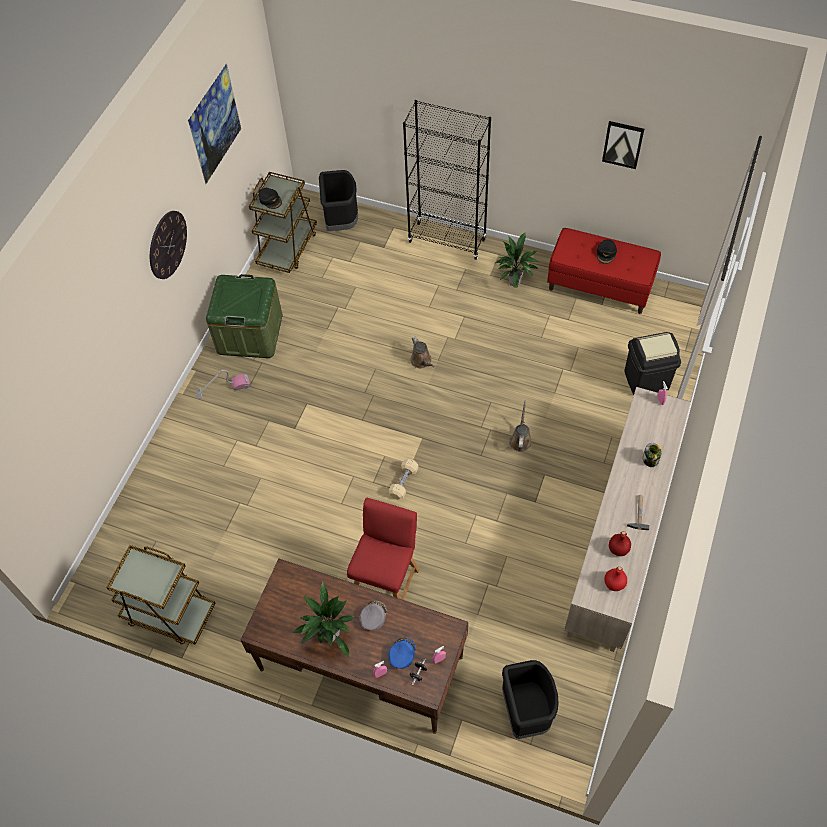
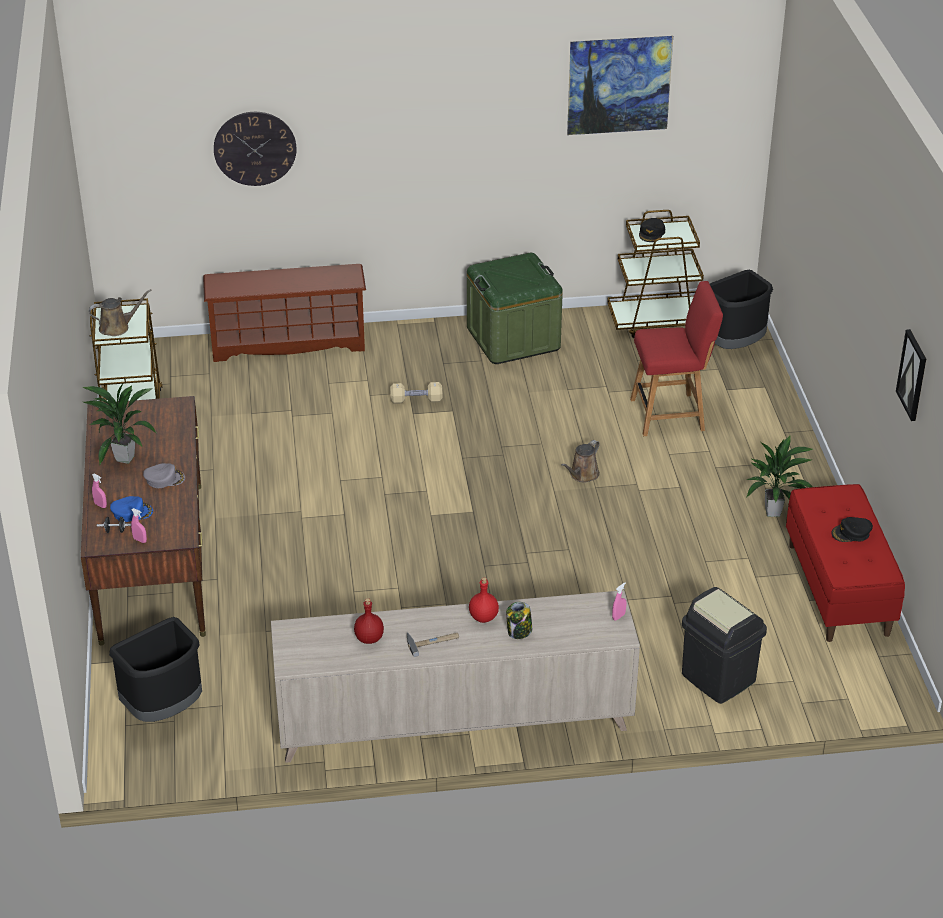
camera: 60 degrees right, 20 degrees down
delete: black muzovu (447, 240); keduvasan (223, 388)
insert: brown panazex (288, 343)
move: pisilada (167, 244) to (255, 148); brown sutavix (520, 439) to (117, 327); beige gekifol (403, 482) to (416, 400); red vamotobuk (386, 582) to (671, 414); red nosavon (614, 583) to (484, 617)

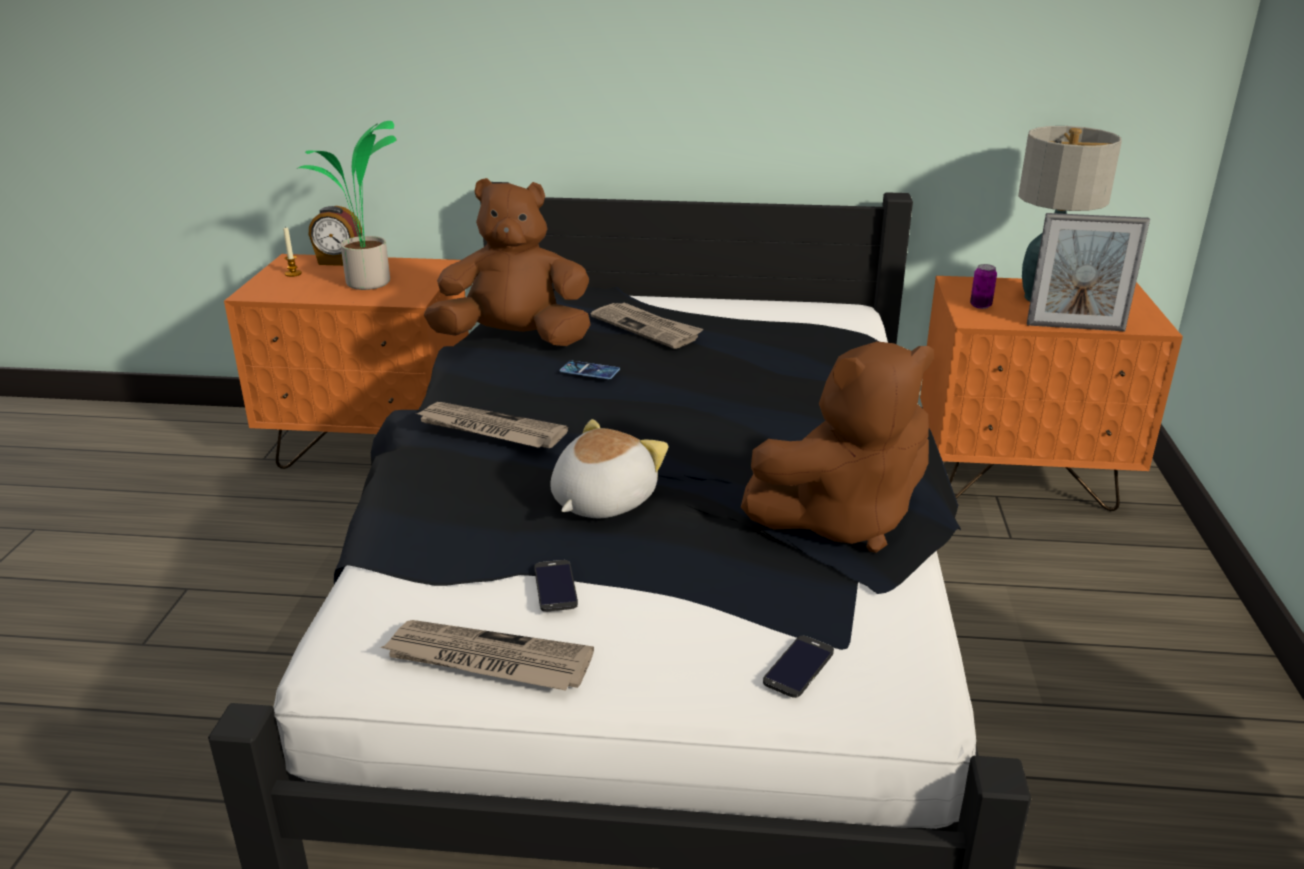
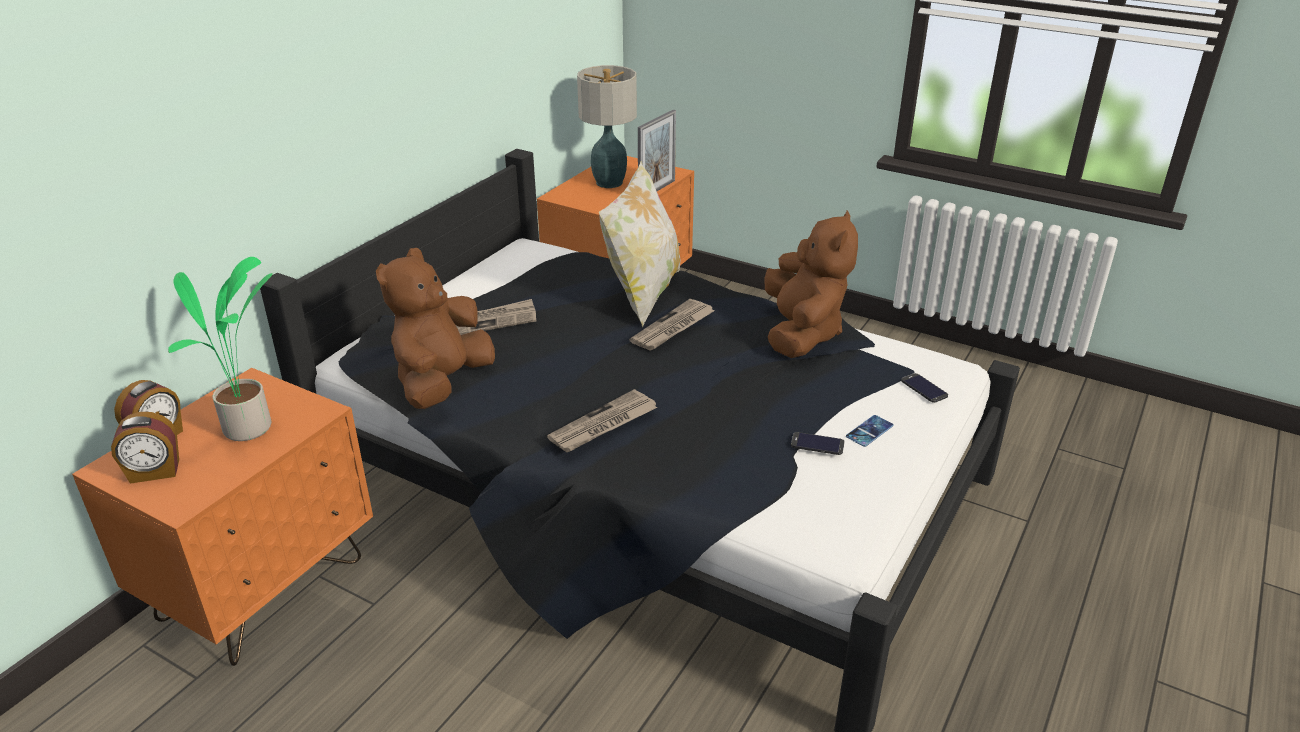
camera: 65 degrees left, 5 degrees up
delete: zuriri (980, 306); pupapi (601, 501)
insert: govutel (642, 294)
move: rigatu (589, 371) to (869, 431); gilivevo (487, 661) to (673, 328)
replace: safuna (293, 274) to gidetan (154, 472)

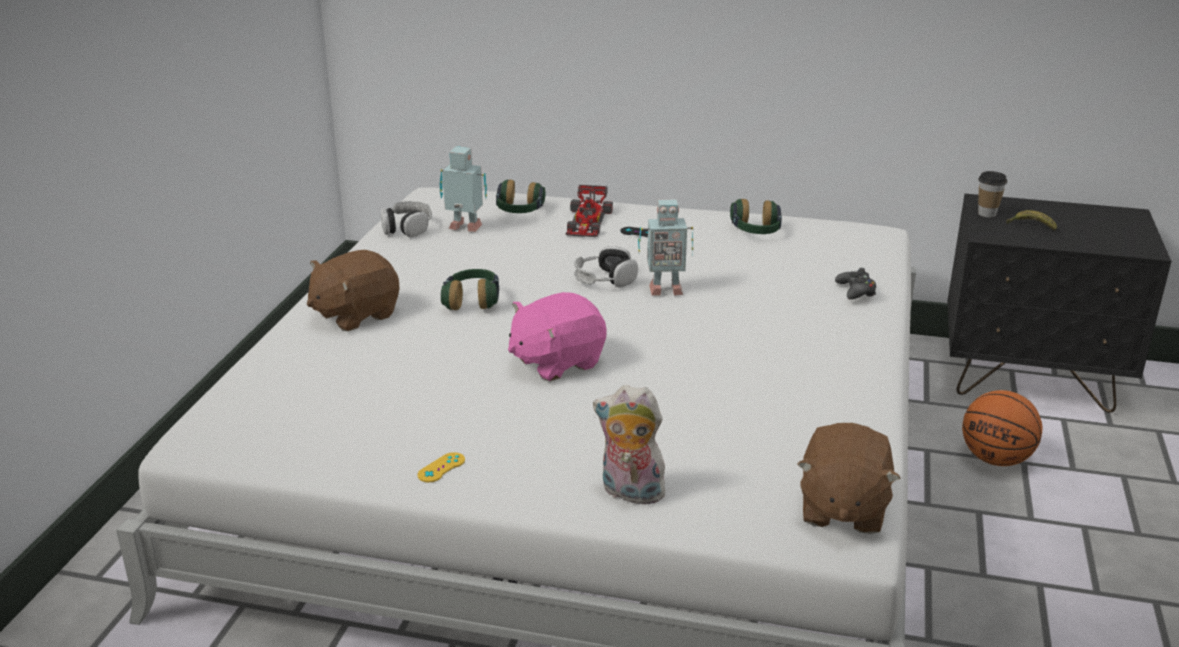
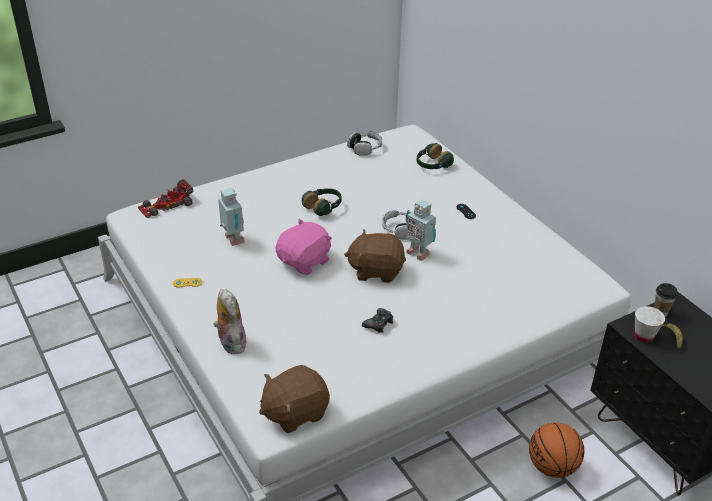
camera: 45 degrees right, 10 degrees up
delete: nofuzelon (756, 231)
insert: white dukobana (643, 336)
move: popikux (465, 229) to (233, 240); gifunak (587, 221) to (166, 204); brown pupapi (355, 314) to (376, 270); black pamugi (856, 291) to (378, 323)
rotate: pink pupapi (556, 362) = (305, 262) 120 degrees clockwise

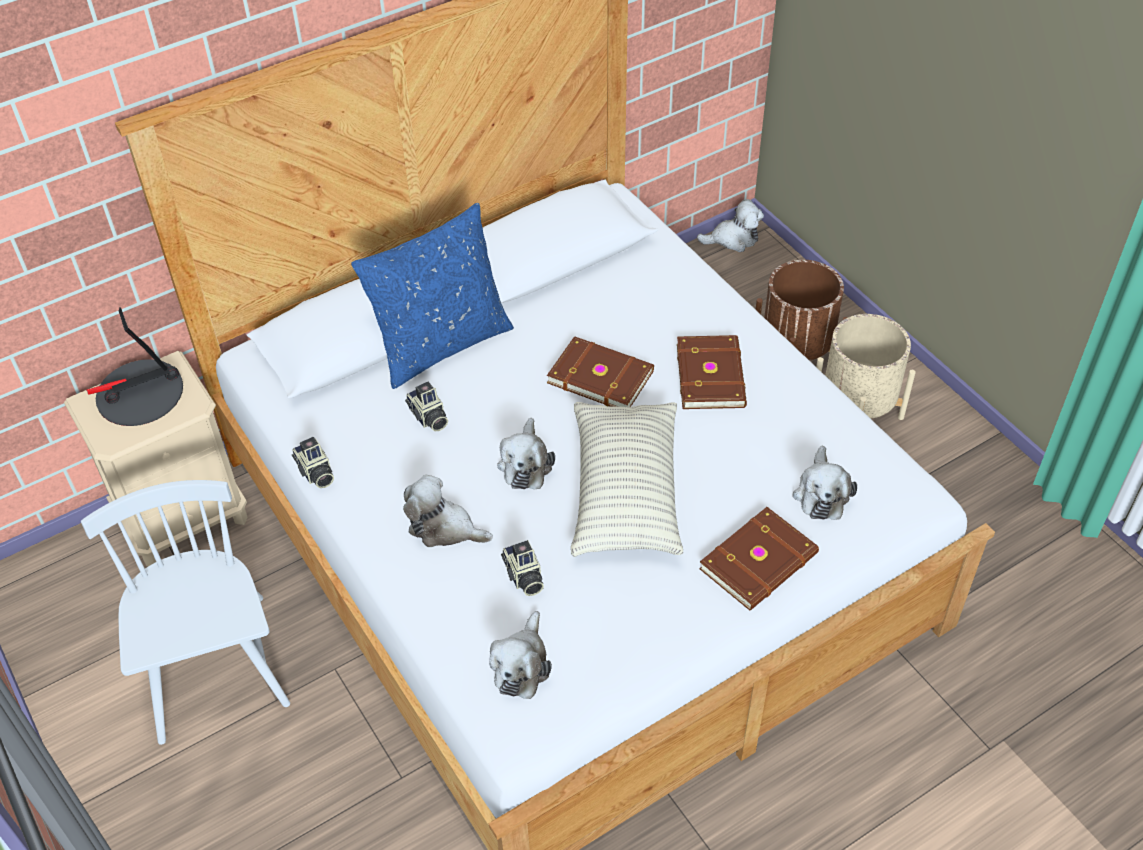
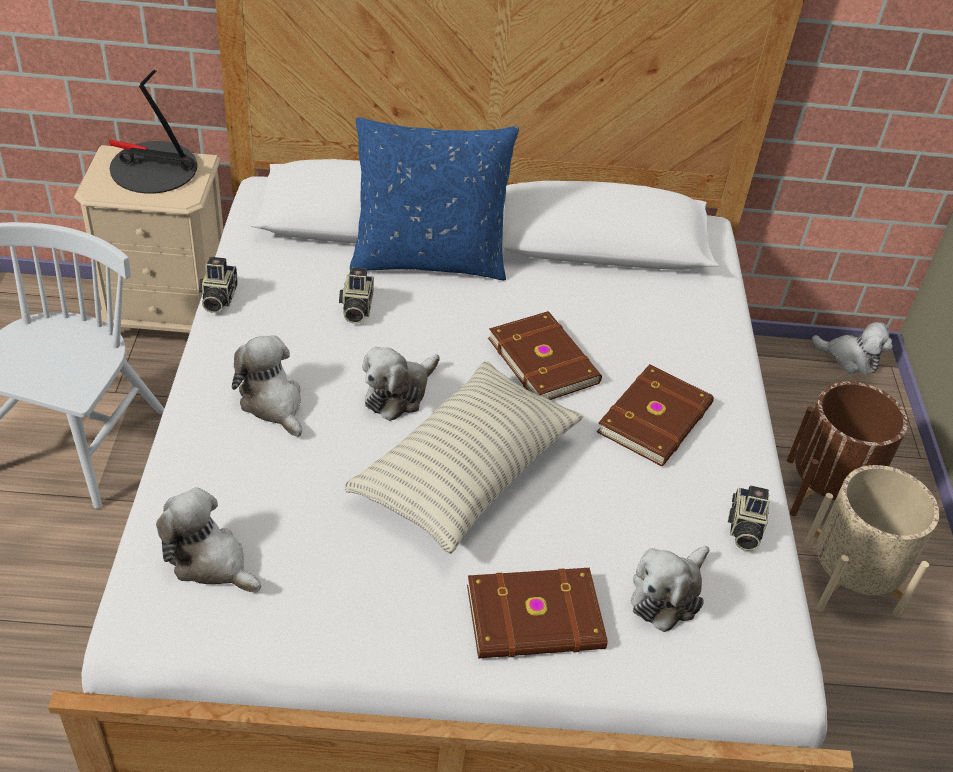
camera: 30 degrees right, 5 degrees down
move: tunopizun (523, 577) to (743, 529)
rotate: pupapi (521, 665) = (210, 561) 75 degrees clockwise

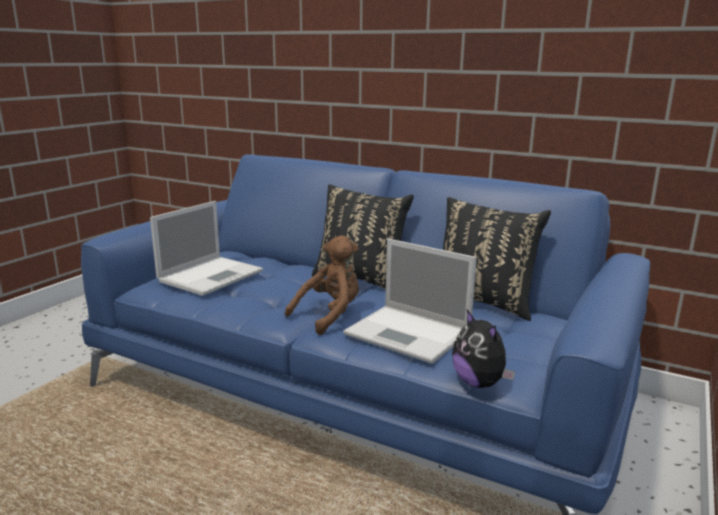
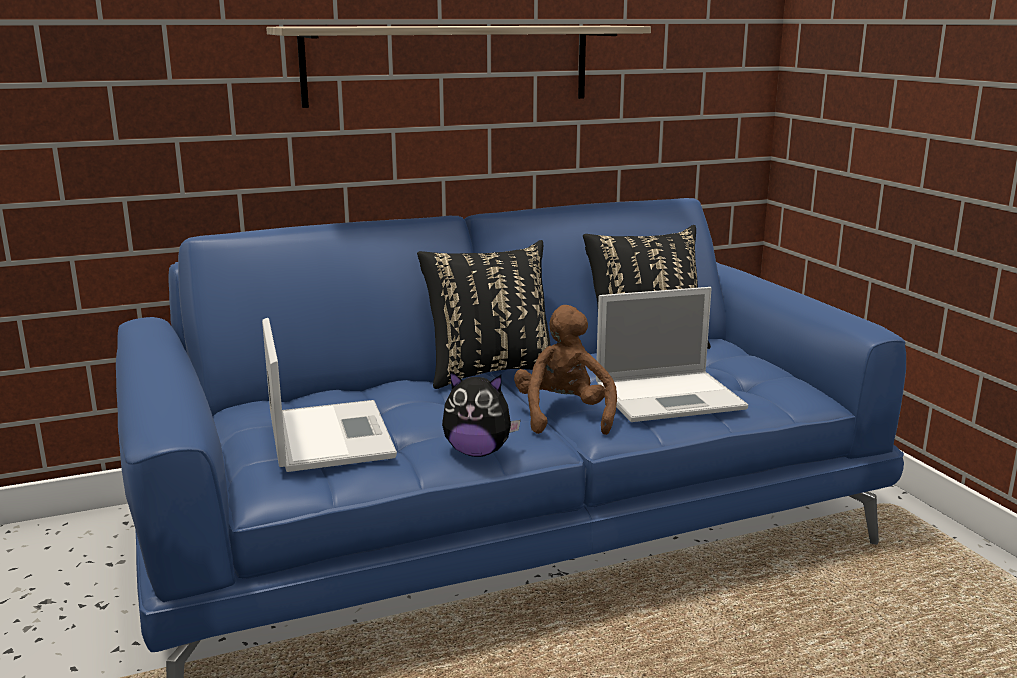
camera: 50 degrees left, 0 degrees up
insert: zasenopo (449, 64)
move: pupapi (479, 383) to (478, 452)

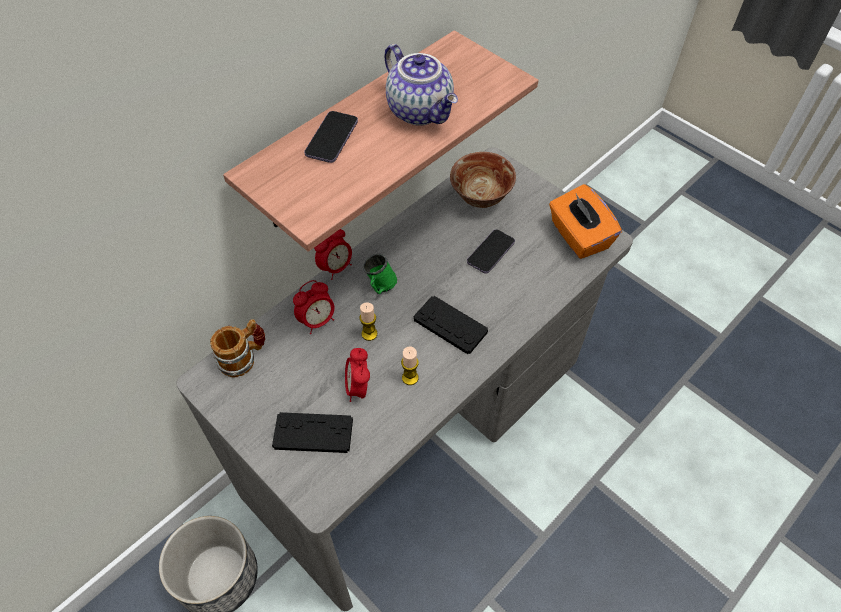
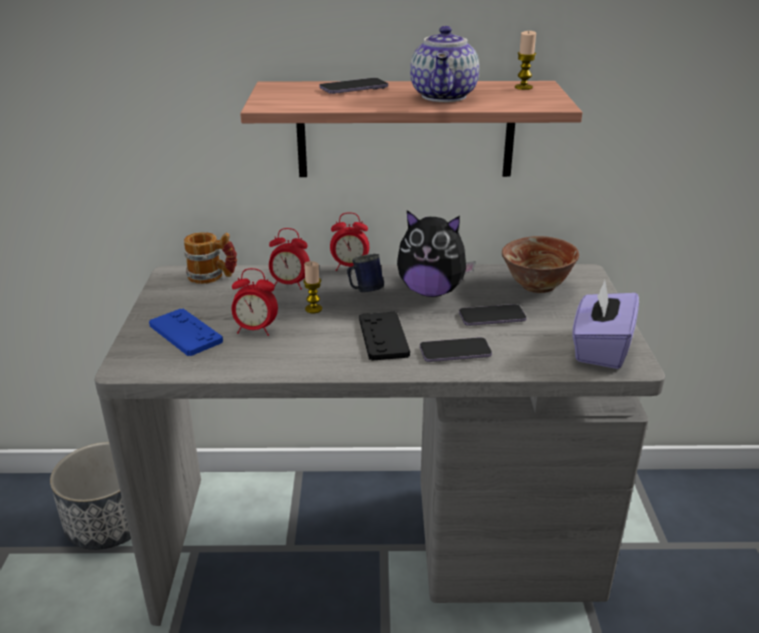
camera: 45 degrees right, 25 degrees down
insert: pupapi (431, 291); rigatu (455, 352)
move: safuna (410, 378) to (523, 87)
recolor: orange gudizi (578, 236) to purple gudizi (600, 348); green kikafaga (380, 287) to blue kikafaga (364, 291); black pamugi (313, 433) to blue pamugi (185, 333)
rotate: gidetan (358, 388) = (255, 330) 120 degrees counterclockwise

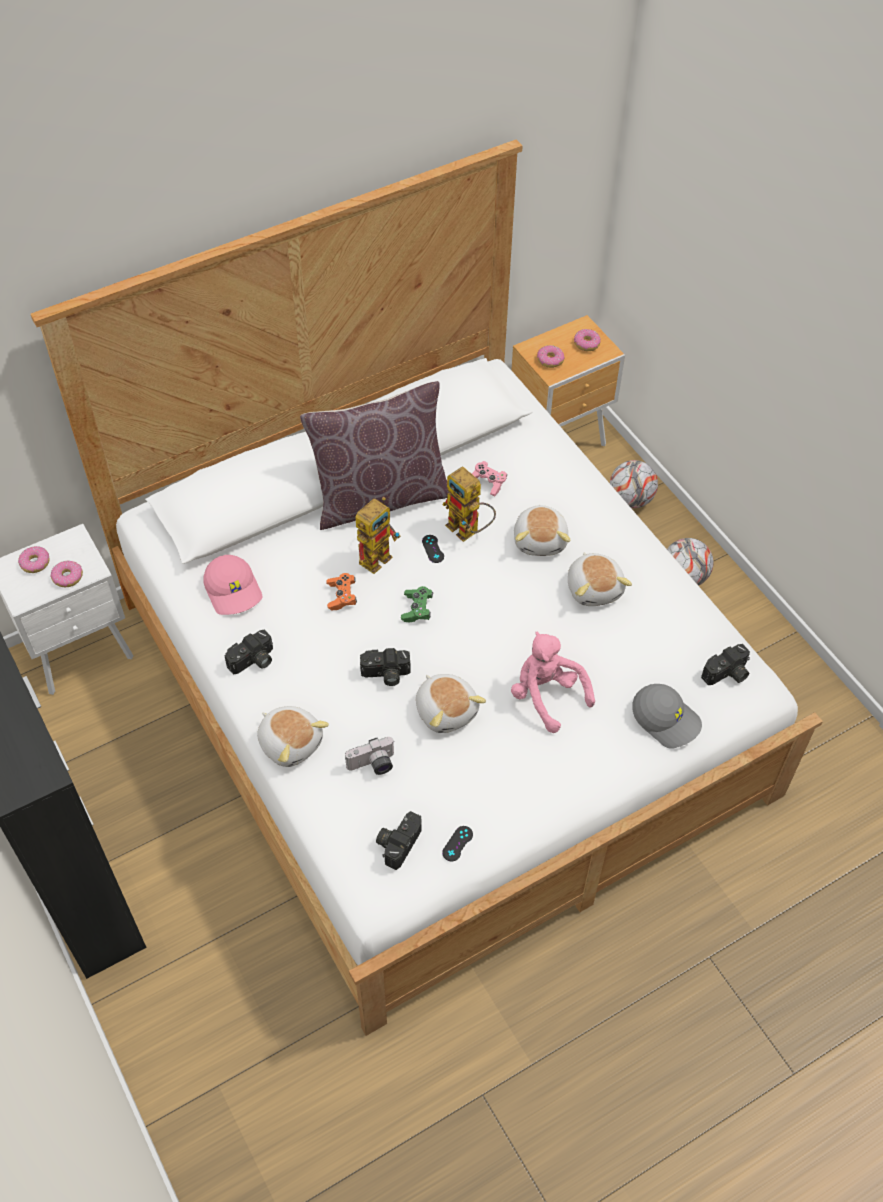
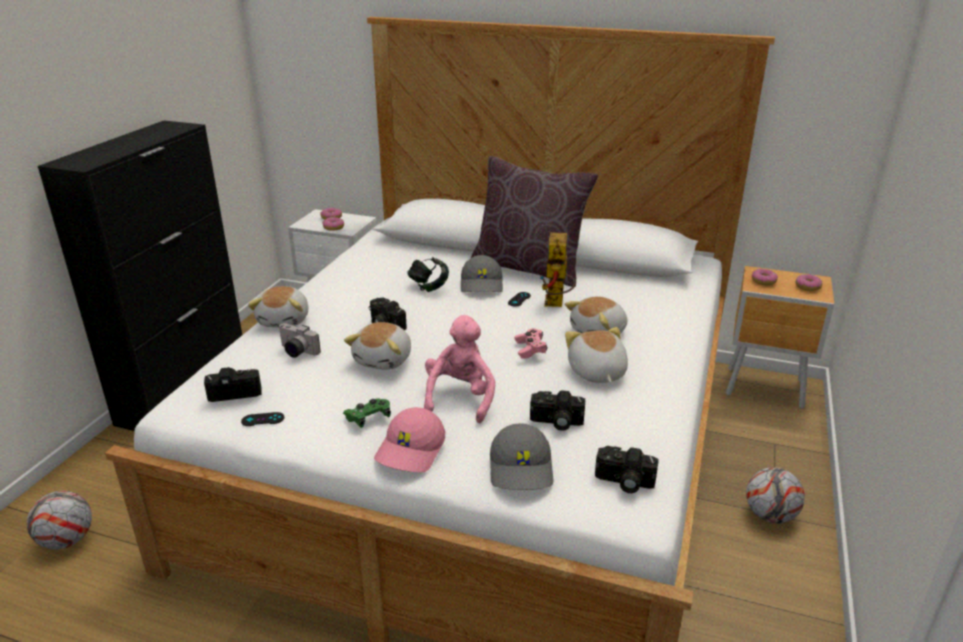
camera: 50 degrees right, 25 degrees down
move: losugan (630, 499) to (67, 540); pink pamugi (487, 483) to (530, 349); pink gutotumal (234, 590) to (411, 451); green pamugi (417, 609) to (368, 418); tunopizun (253, 661) to (556, 422)
replace: popikux (378, 554) to grey gutotumal (482, 284); orange pamugi (342, 596) to nofuzelon (428, 287)
rotate: pupapi (595, 588) = (596, 372) 135 degrees clockwise

